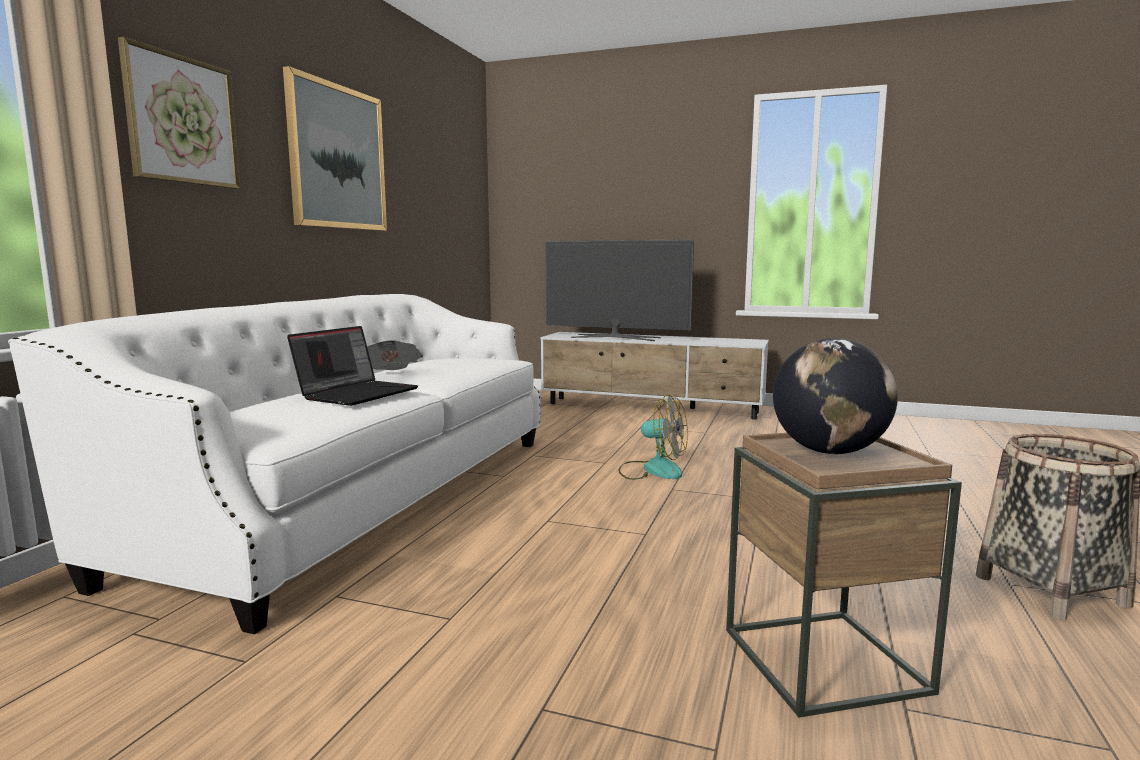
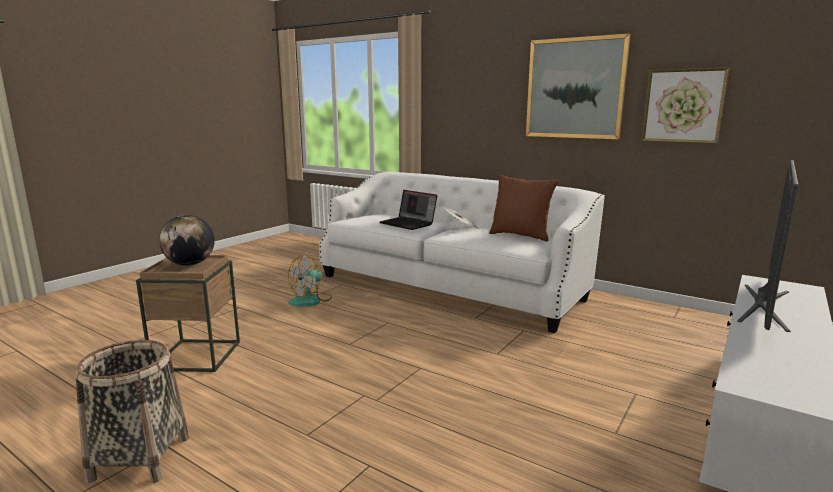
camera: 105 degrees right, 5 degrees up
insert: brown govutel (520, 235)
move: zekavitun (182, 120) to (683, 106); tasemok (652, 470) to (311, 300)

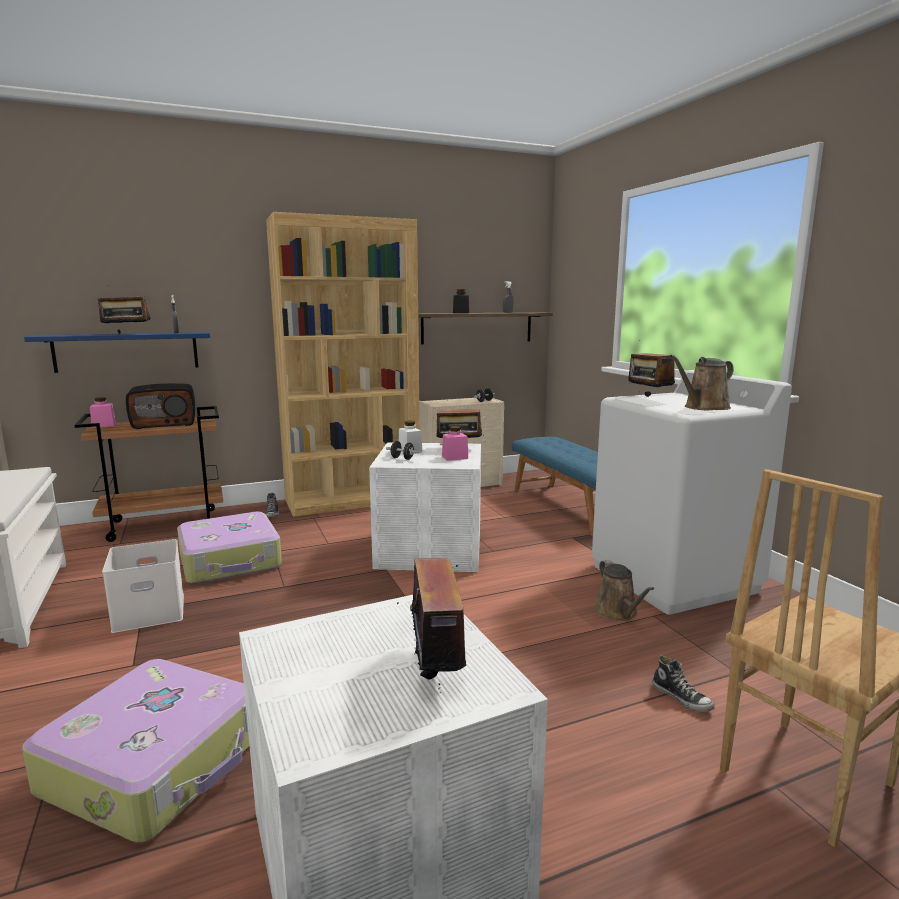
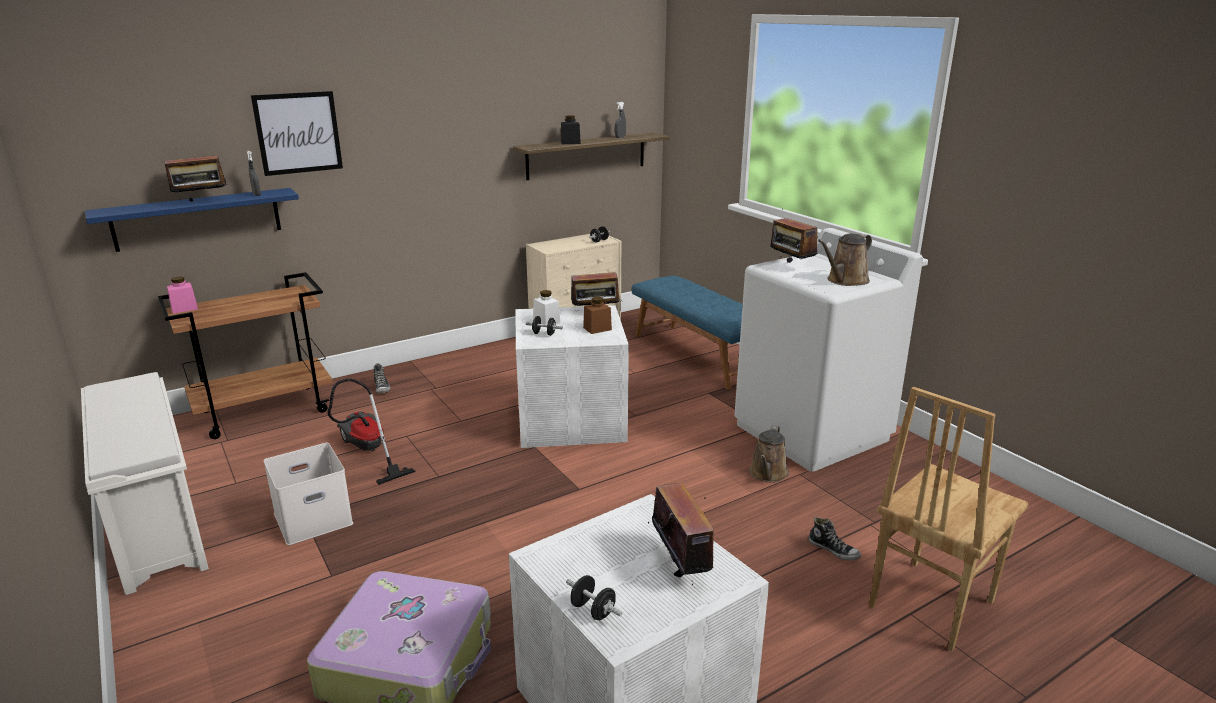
camera: 10 degrees left, 10 degrees up
delete: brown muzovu (353, 500); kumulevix (165, 423)
insert: zekavitun (298, 133); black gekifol (593, 610)
replace: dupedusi (231, 561) to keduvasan (367, 451)
recolor: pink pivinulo (455, 457) to brown pivinulo (597, 329)
rotate: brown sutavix (618, 613) = (768, 474) 45 degrees clockwise

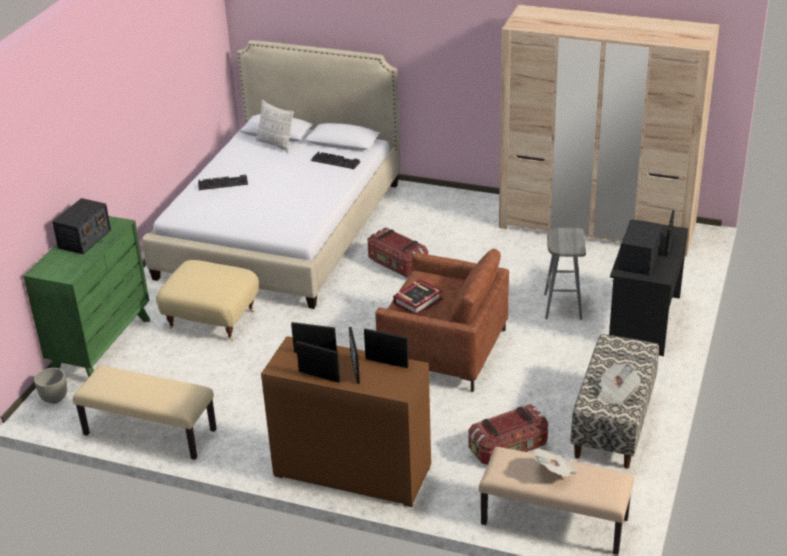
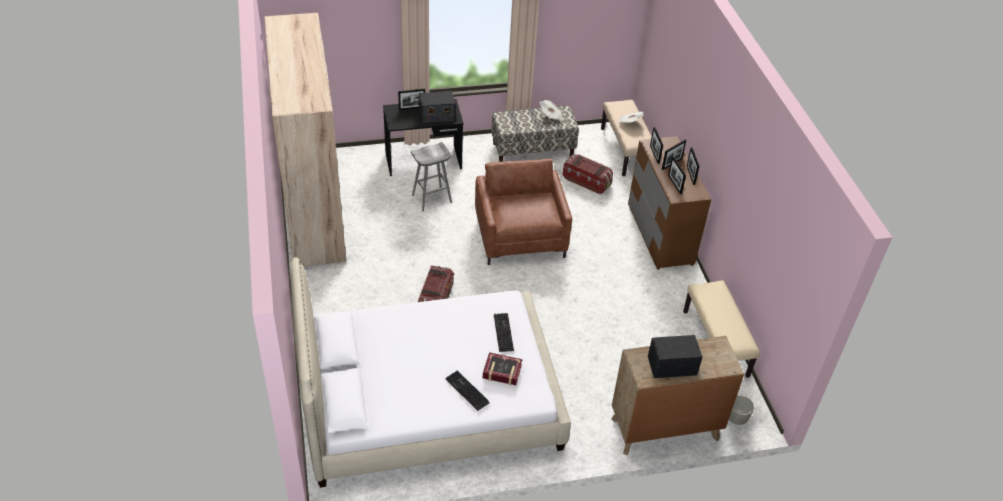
camera: 125 degrees left, 10 degrees up
delete: govutel (276, 144); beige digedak (212, 319)
move: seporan (336, 161) to (502, 332); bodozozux (417, 301) to (502, 372)
recolor: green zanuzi (101, 346) to brown zanuzi (664, 429)

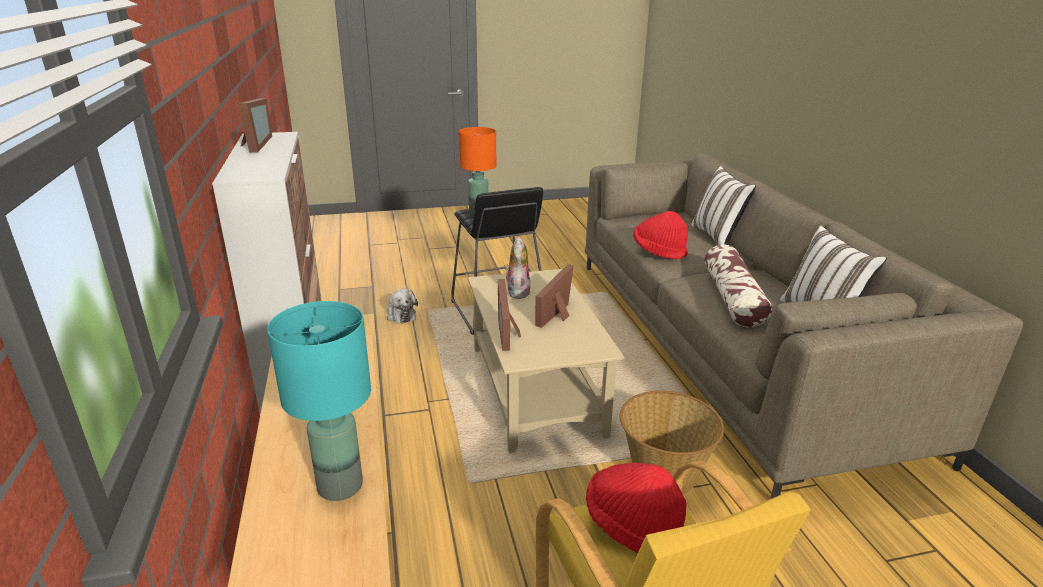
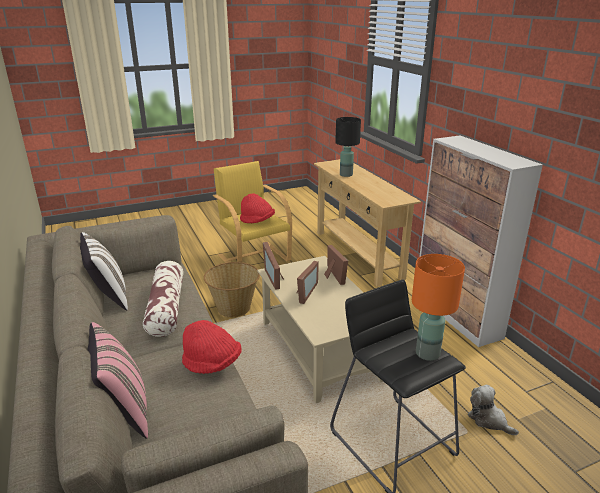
camera: 170 degrees right, 0 degrees up
delete: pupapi (517, 292)
move: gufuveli (253, 145) to (275, 277)
recolor: white govutel (717, 237) to pink govutel (123, 412); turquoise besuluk (341, 486) to black besuluk (345, 174)

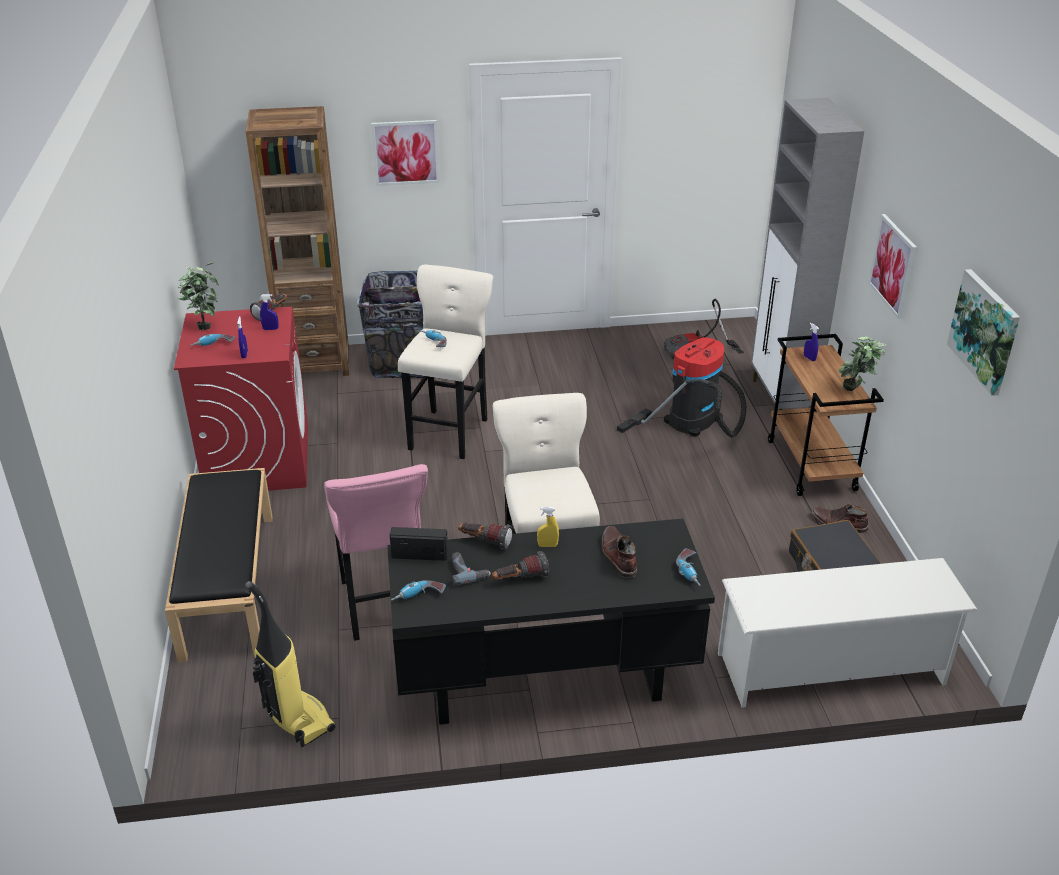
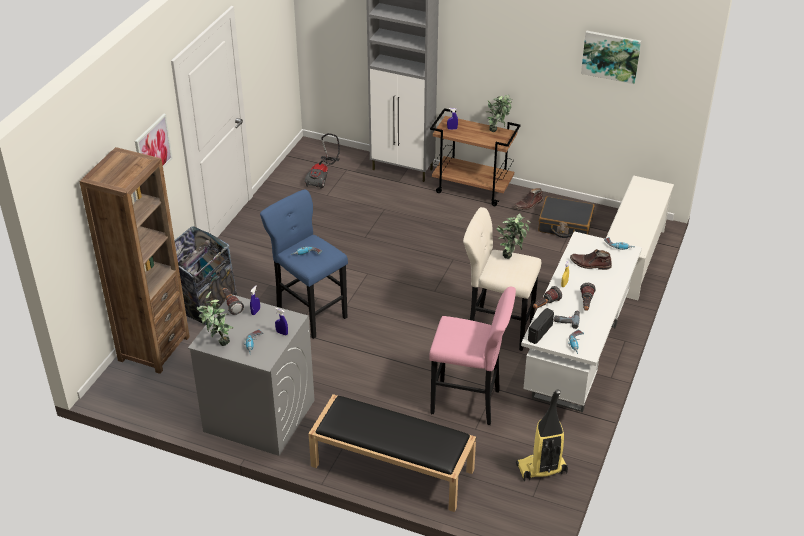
camera: 60 degrees left, 5 degrees up
delete: zekavitun (893, 265); keduvasan (695, 417)
insert: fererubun (511, 254)
recolor: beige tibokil (450, 431) to blue tibokil (309, 312); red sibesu (257, 460) to grey sibesu (258, 416); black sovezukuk (544, 682) to white sovezukuk (576, 361)

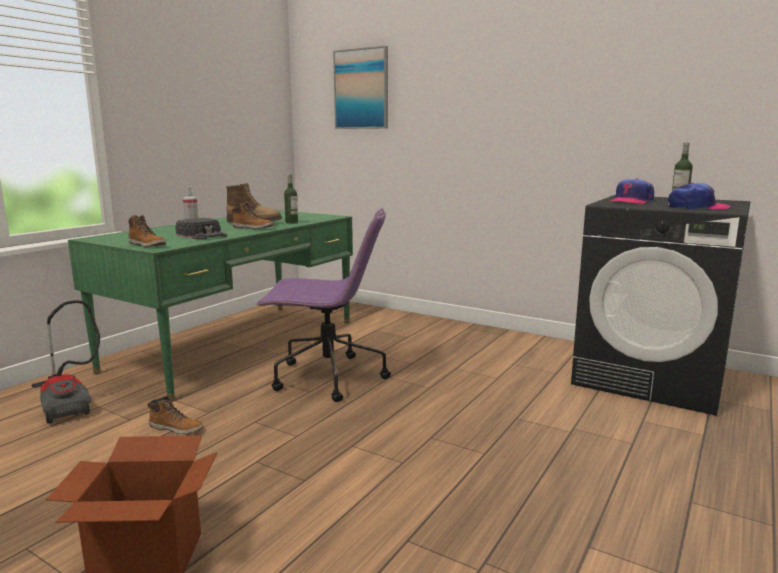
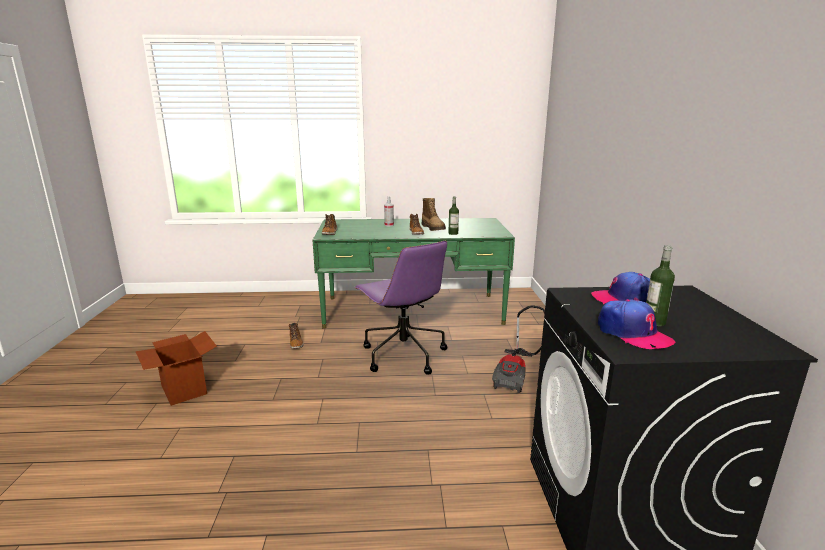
camera: 55 degrees right, 5 degrees up
delete: zekavitun (361, 89); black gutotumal (202, 235)
move: keduvasan (68, 403) to (515, 376)

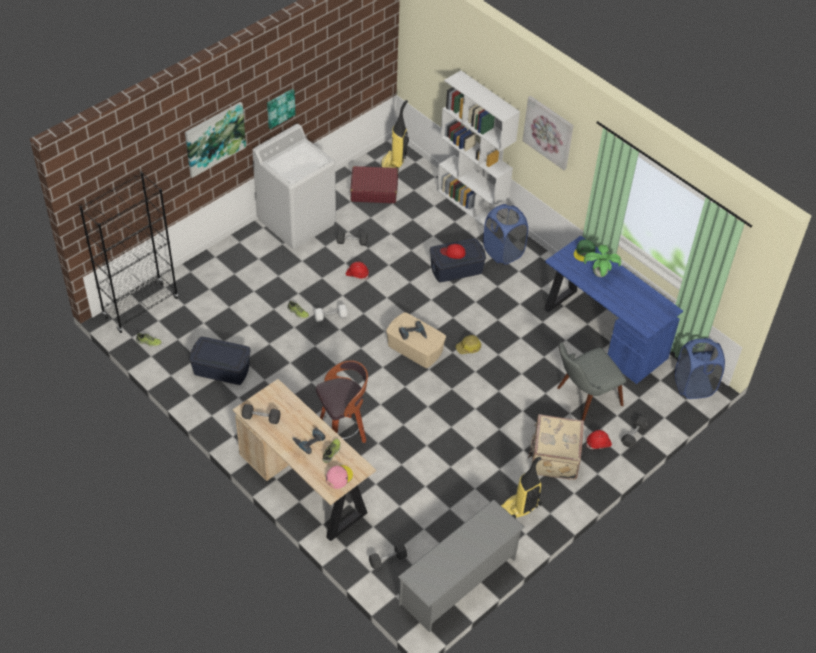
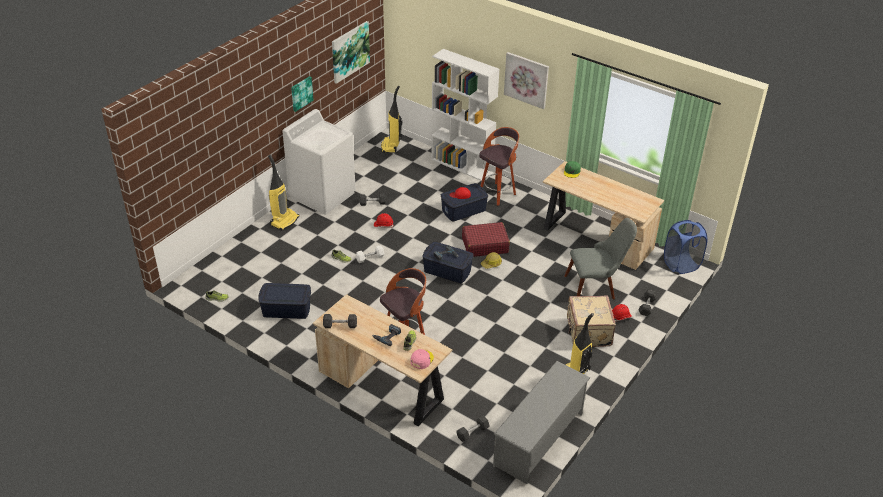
camera: 10 degrees left, 10 degrees down
delete: black muzovu (141, 307); fererubun (599, 274)
insert: keduvasan (284, 221)
move: zekavitun (214, 138) to (350, 51); red dupedusi (373, 190) to (485, 245)
replace: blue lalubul (503, 252) to tibokil (497, 194)
recolor: blue sovezukuk (602, 332) to beige sovezukuk (596, 237); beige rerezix (415, 349) to blue rerezix (447, 271)
rotate: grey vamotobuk (582, 399) = (596, 286) 150 degrees counterclockwise

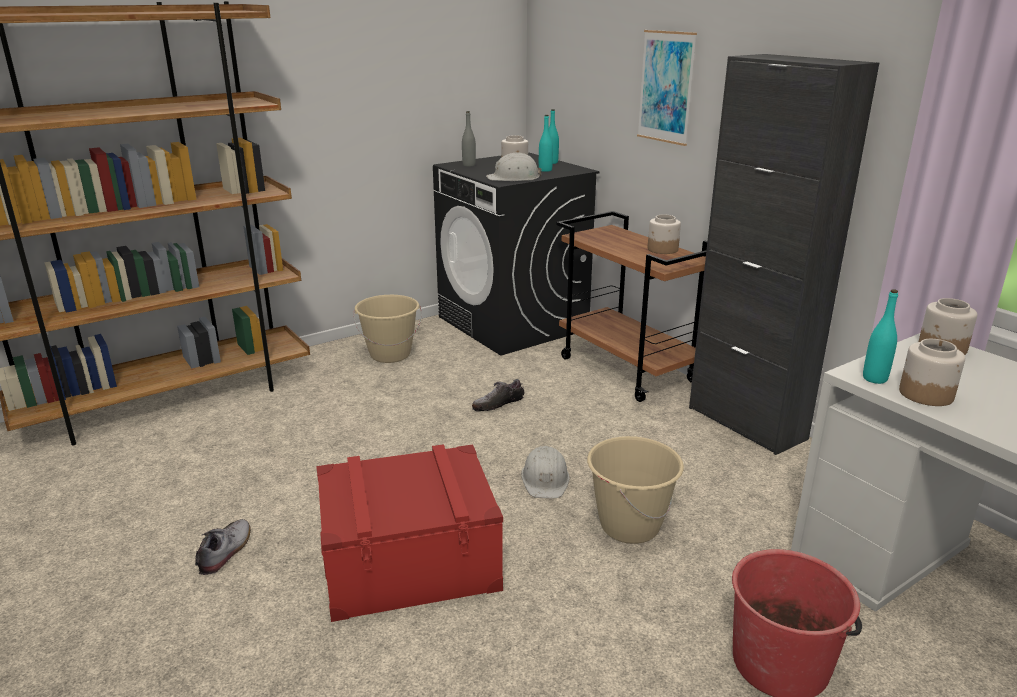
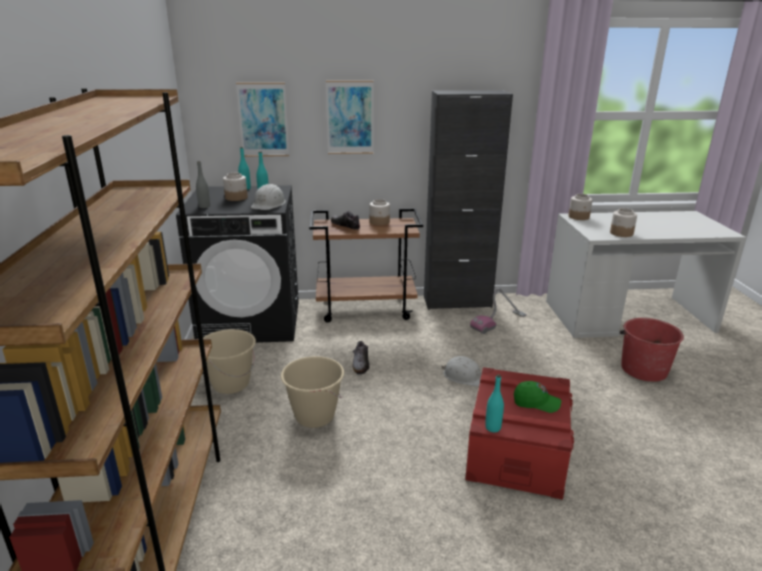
camera: 60 degrees left, 0 degrees up
insert: zekavitun (263, 120); keduvasan (499, 322); green gutotumal (536, 403)
move: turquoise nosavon (874, 379) to (493, 428); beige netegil (629, 526) to (314, 416); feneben (226, 551) to (345, 225)

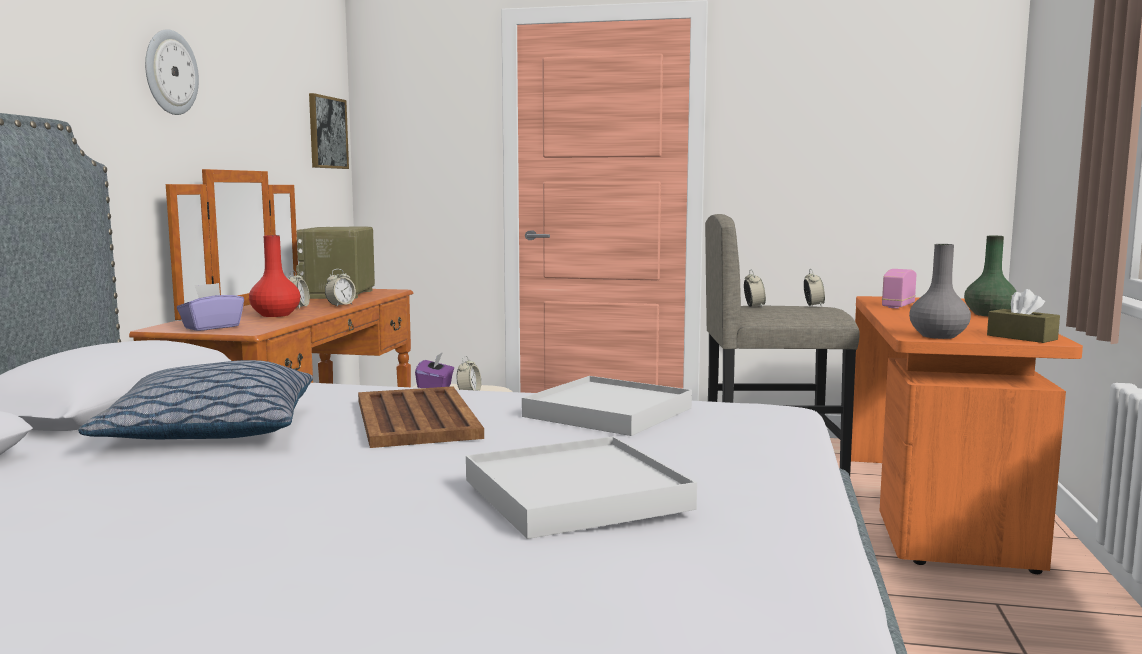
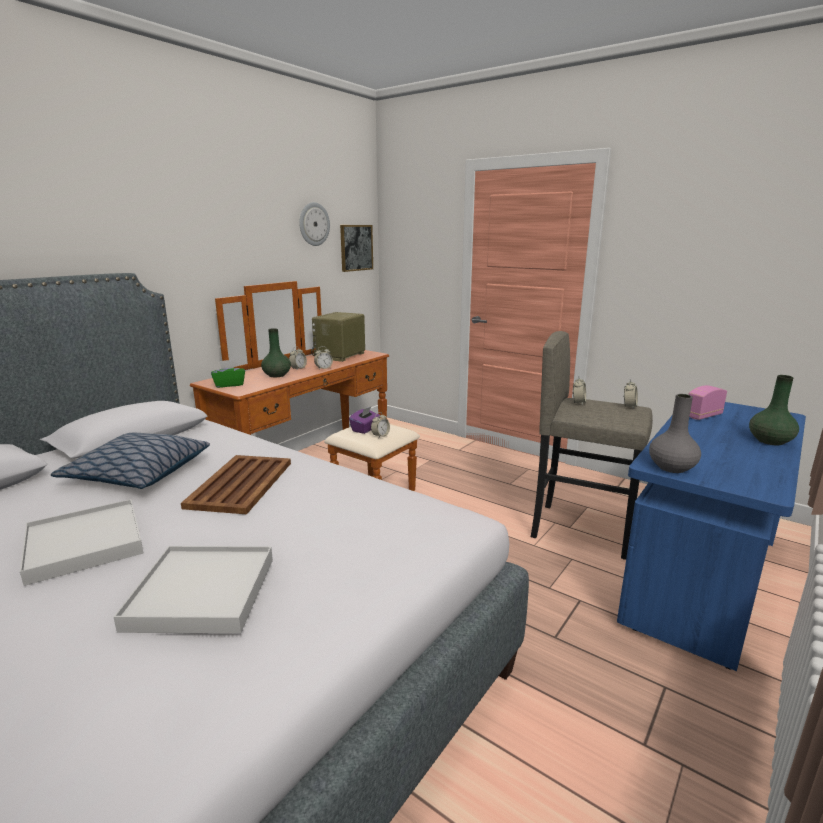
camera: 25 degrees right, 10 degrees up
delete: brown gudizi (1021, 337)
move: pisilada (170, 72) to (313, 224); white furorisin (607, 412) to (84, 544)
recolor: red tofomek (275, 315) to green tofomek (276, 375); purple gudizi (211, 327) to green gudizi (229, 384); orange sovezukuk (937, 508) to blue sovezukuk (699, 579)

